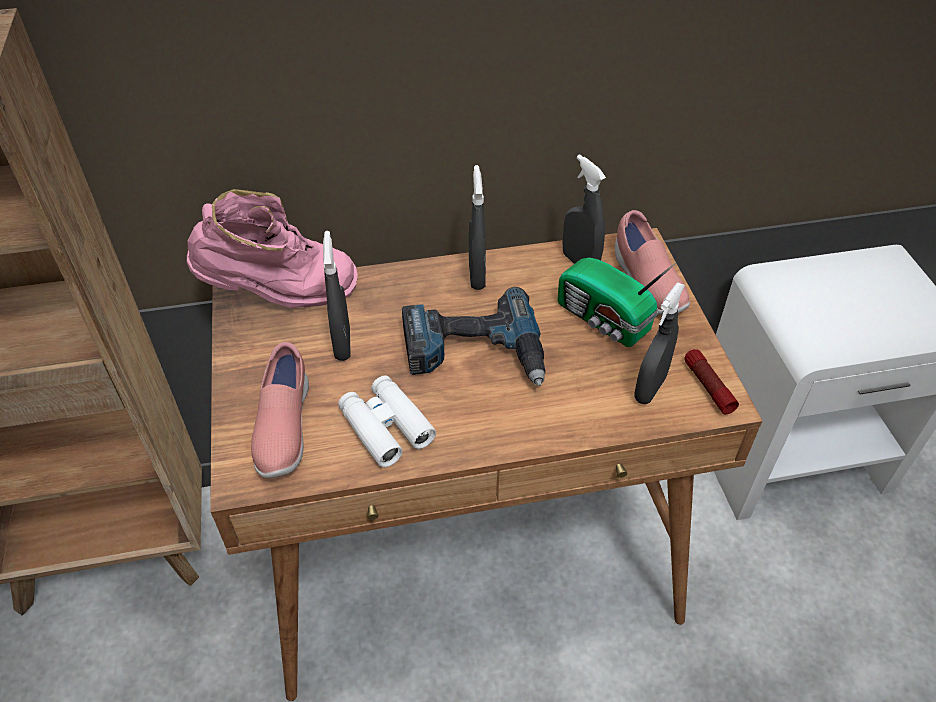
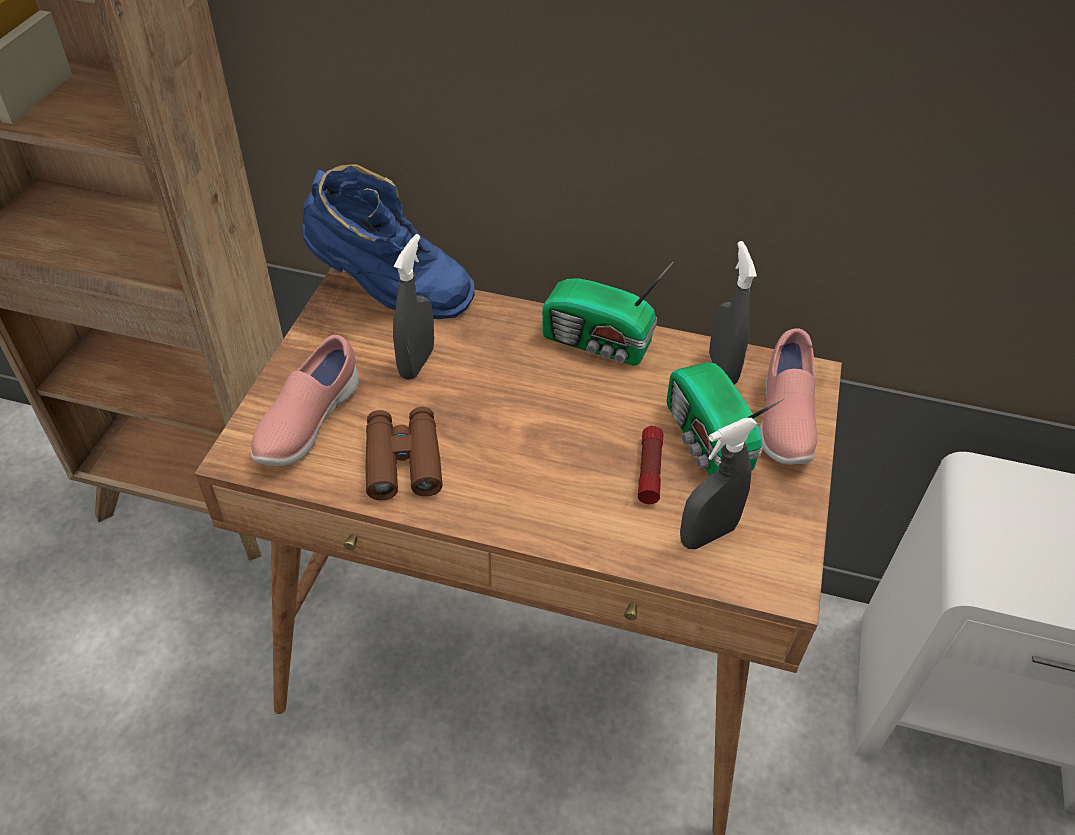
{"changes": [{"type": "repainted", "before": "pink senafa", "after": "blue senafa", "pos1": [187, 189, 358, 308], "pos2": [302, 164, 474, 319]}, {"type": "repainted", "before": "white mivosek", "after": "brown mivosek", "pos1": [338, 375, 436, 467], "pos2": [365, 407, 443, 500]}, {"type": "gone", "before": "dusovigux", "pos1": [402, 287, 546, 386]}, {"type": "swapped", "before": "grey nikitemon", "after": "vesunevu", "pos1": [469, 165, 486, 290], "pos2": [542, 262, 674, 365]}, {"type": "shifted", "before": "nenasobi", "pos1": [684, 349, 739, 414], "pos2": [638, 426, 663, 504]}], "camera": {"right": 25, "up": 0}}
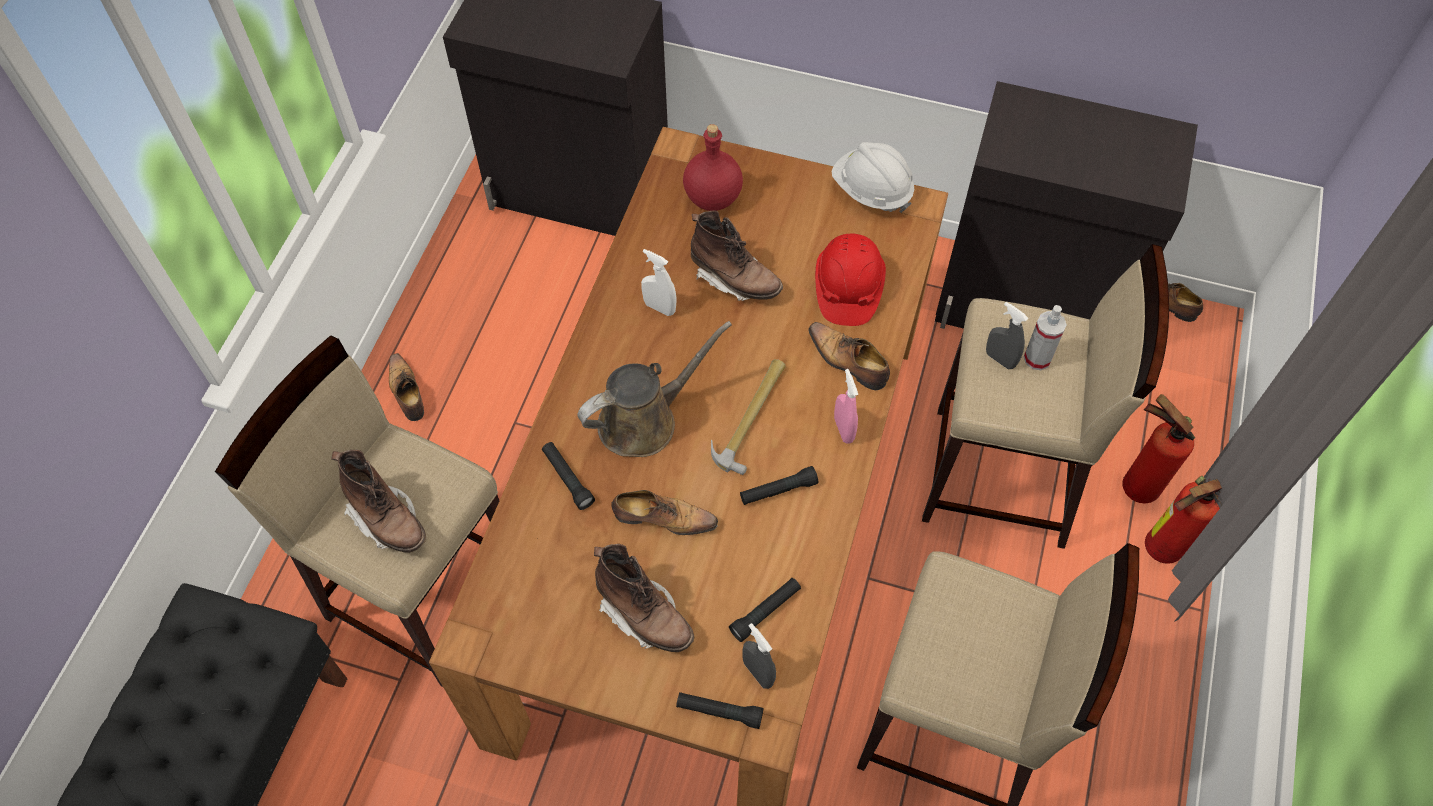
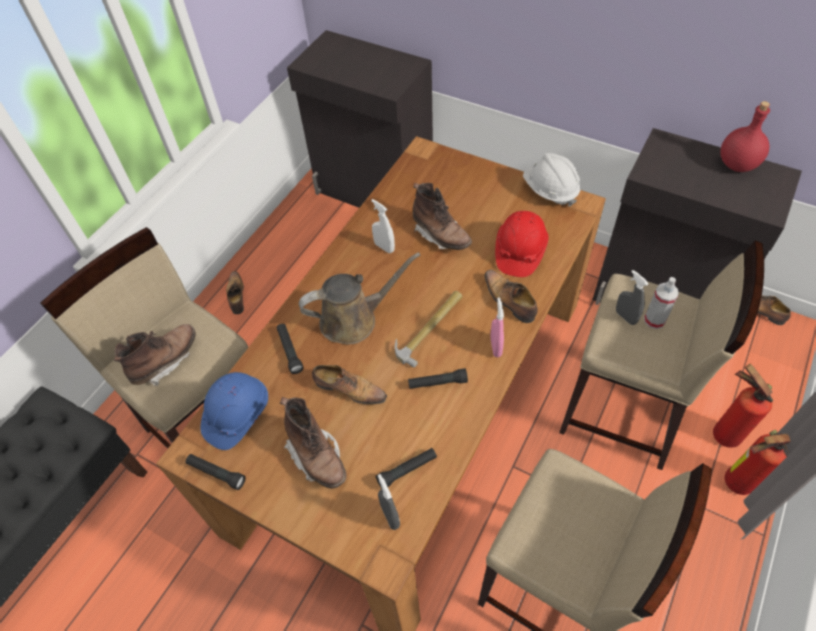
{"changes": [{"type": "rotated", "before": "brown senafa", "pos1": [331, 450, 426, 553], "pos2": [114, 324, 196, 387], "turn": -105}, {"type": "shifted", "before": "black nenasobi", "pos1": [676, 692, 764, 729], "pos2": [186, 454, 246, 490]}, {"type": "shifted", "before": "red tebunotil", "pos1": [683, 124, 743, 211], "pos2": [720, 101, 770, 172]}, {"type": "new", "after": "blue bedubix", "pos2": [201, 372, 268, 450]}], "camera": {"right": 15, "up": -5}}
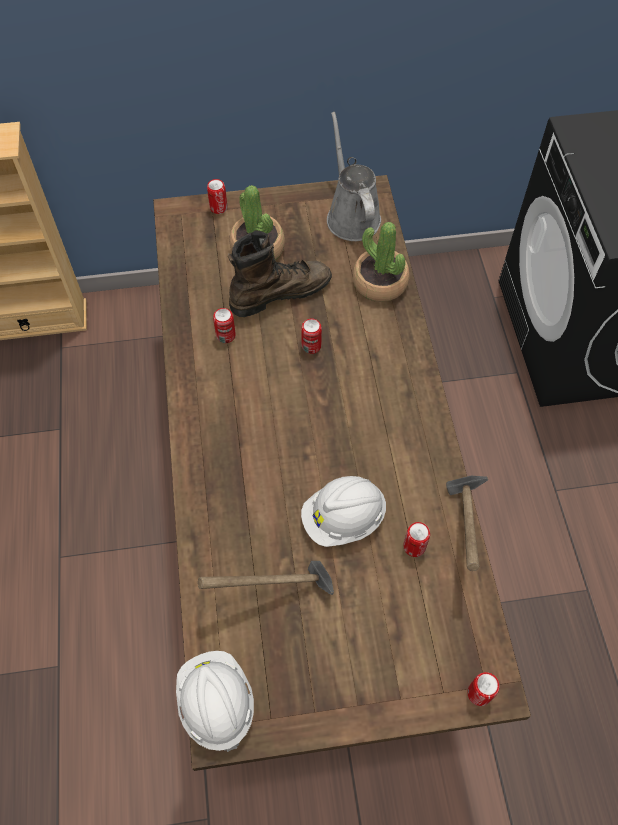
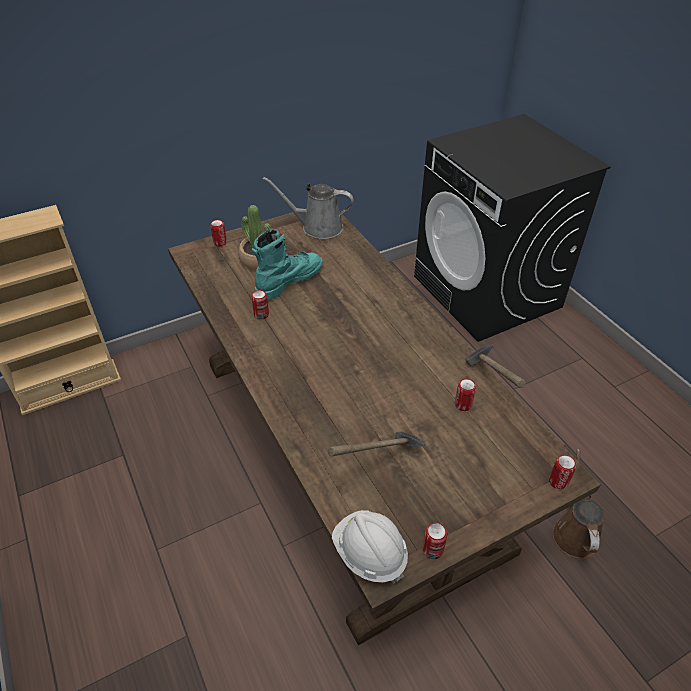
{"changes": [{"type": "repainted", "before": "brown senafa", "after": "turquoise senafa", "pos1": [228, 231, 332, 317], "pos2": [252, 229, 323, 300]}, {"type": "shifted", "before": "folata", "pos1": [301, 318, 322, 354], "pos2": [423, 523, 447, 559]}, {"type": "gone", "before": "white bedubix", "pos1": [301, 476, 386, 547]}, {"type": "rotated", "before": "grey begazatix", "pos1": [327, 112, 381, 241], "pos2": [263, 177, 354, 239], "turn": -45}, {"type": "gone", "before": "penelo", "pos1": [353, 222, 410, 302]}, {"type": "new", "after": "brown begazatix", "pos2": [552, 449, 605, 559]}], "camera": {"right": -20, "up": -15}}
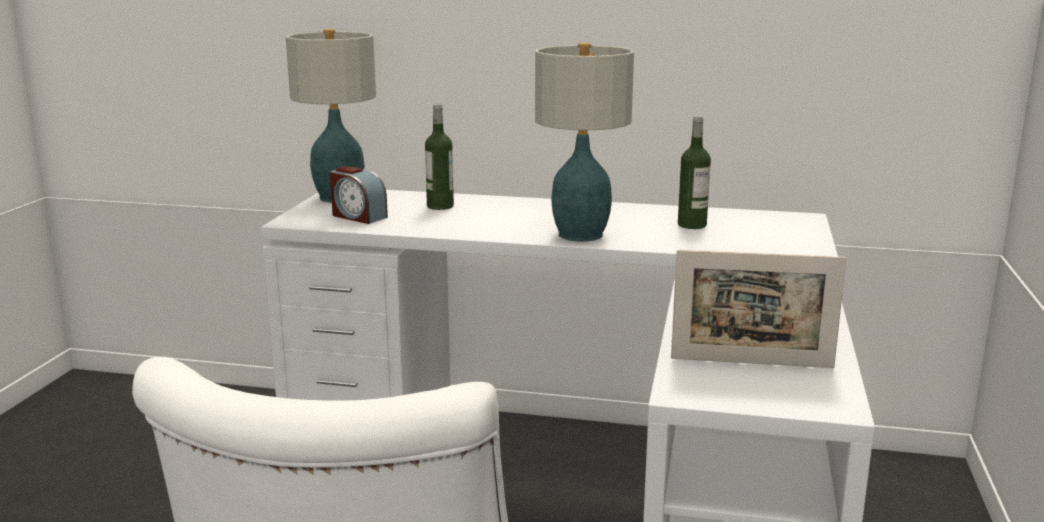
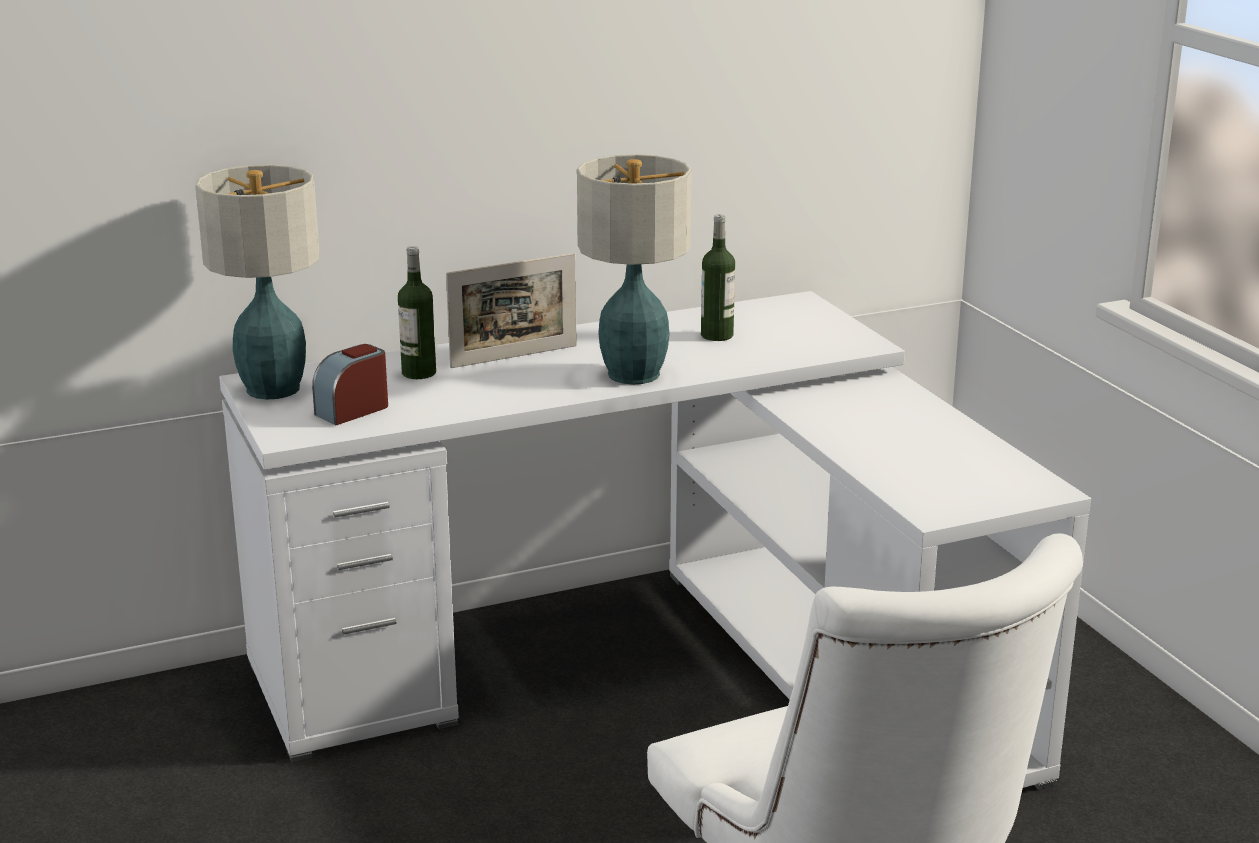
{"changes": [{"type": "rotated", "before": "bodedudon", "pos1": [330, 166, 388, 224], "pos2": [312, 344, 388, 425], "turn": 135}, {"type": "shifted", "before": "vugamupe", "pos1": [671, 250, 846, 368], "pos2": [446, 253, 577, 368]}], "camera": {"right": -35, "up": 5}}
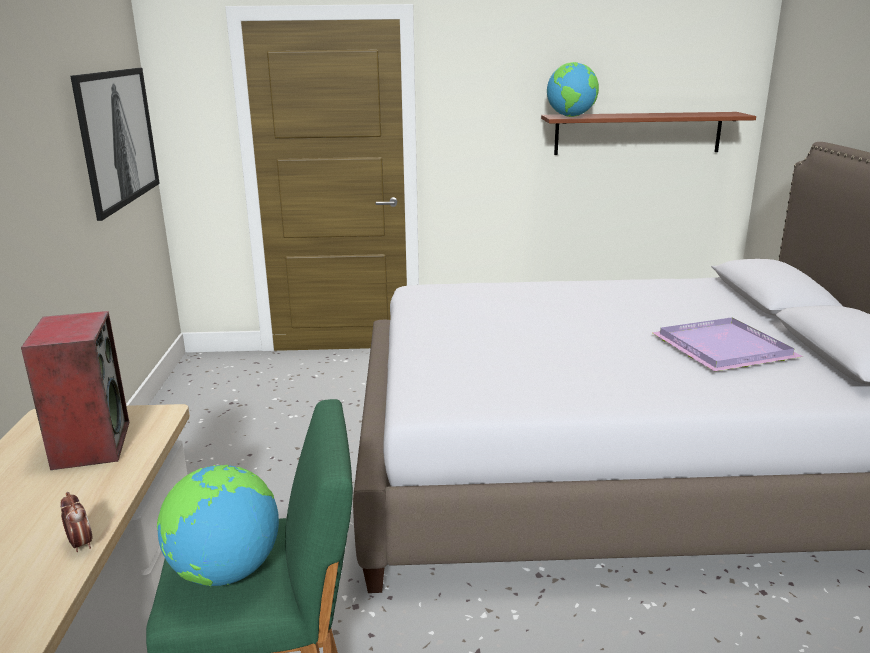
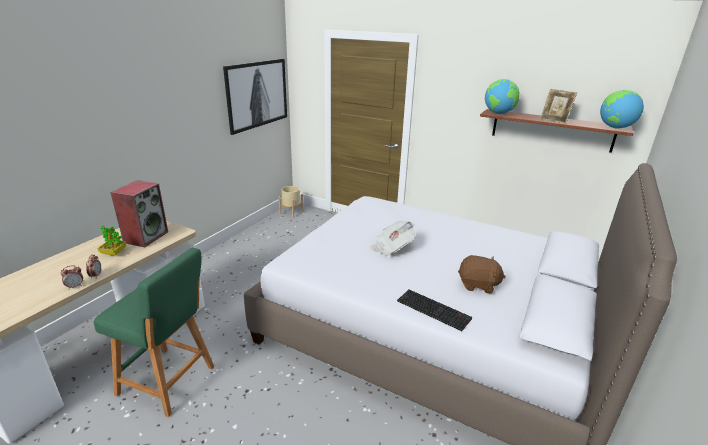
{"changes": [{"type": "shifted", "before": "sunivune", "pos1": [157, 465, 279, 586], "pos2": [600, 90, 644, 129]}, {"type": "swapped", "before": "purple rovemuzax", "after": "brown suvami", "pos1": [651, 317, 803, 372], "pos2": [458, 255, 506, 294]}, {"type": "new", "after": "bodedudon", "pos2": [60, 265, 83, 289]}, {"type": "new", "after": "penelo", "pos2": [97, 226, 126, 256]}, {"type": "new", "after": "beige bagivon", "pos2": [278, 186, 303, 218]}, {"type": "new", "after": "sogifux", "pos2": [371, 221, 416, 256]}, {"type": "new", "after": "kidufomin", "pos2": [397, 290, 472, 331]}, {"type": "new", "after": "vugamupe", "pos2": [540, 89, 577, 123]}], "camera": {"right": 30, "up": 5}}
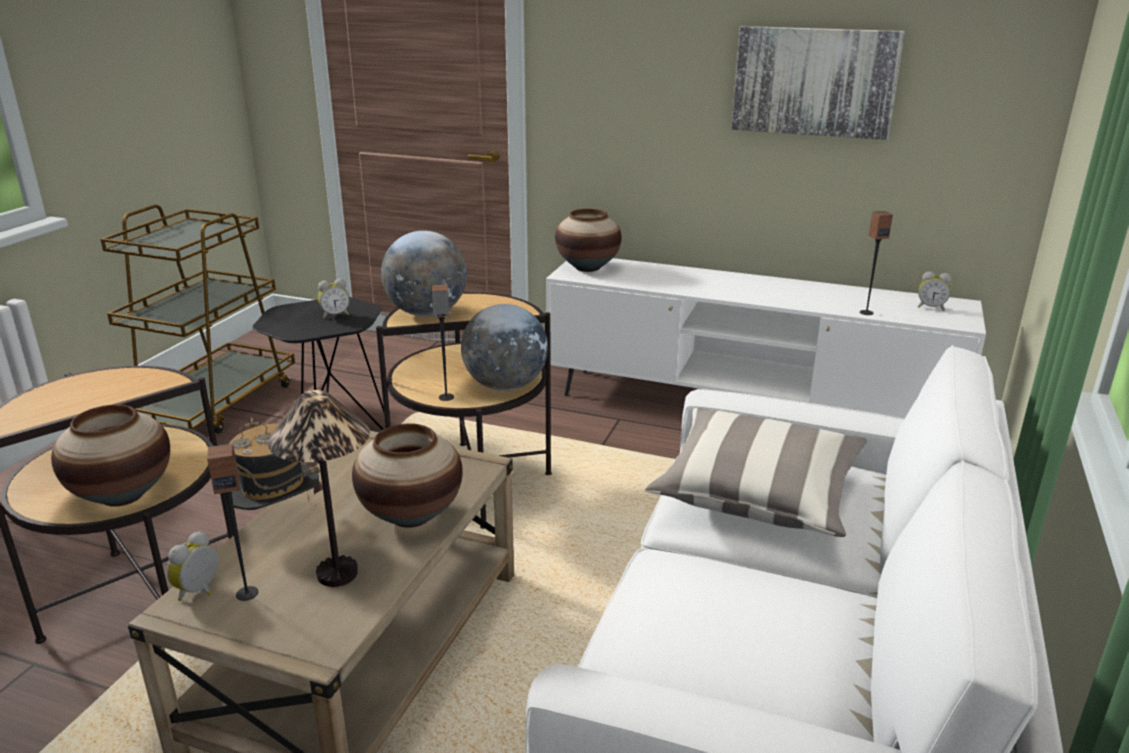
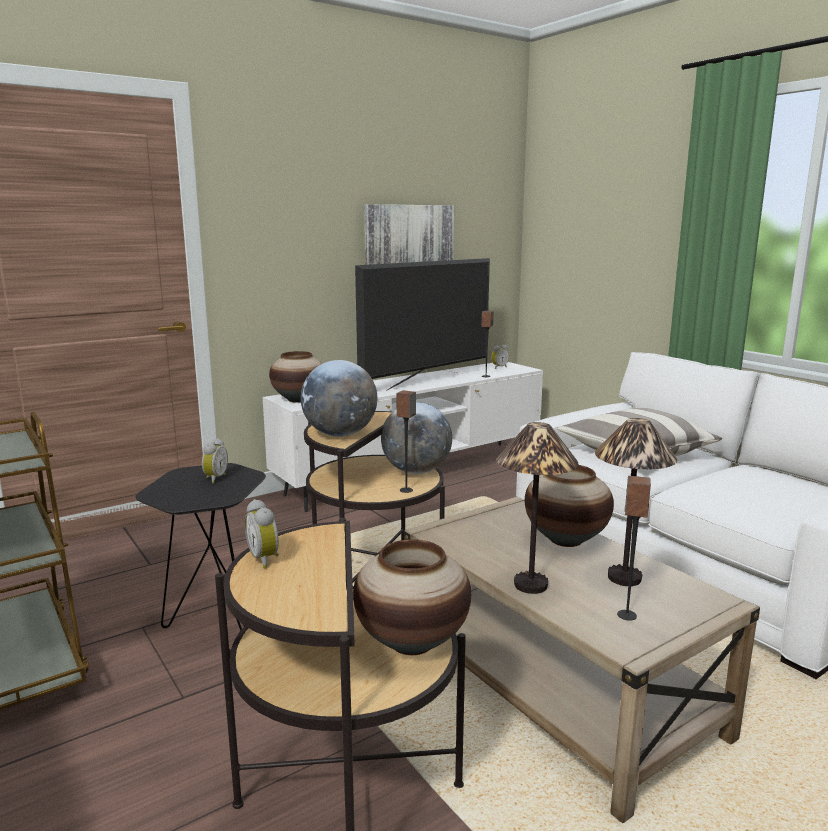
{"changes": [{"type": "shifted", "before": "bodedudon", "pos1": [167, 531, 218, 601], "pos2": [245, 499, 279, 568]}, {"type": "swapped", "before": "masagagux", "after": "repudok", "pos1": [229, 417, 322, 510], "pos2": [497, 422, 578, 594]}, {"type": "new", "after": "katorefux", "pos2": [355, 258, 490, 391]}], "camera": {"right": -55, "up": -10}}
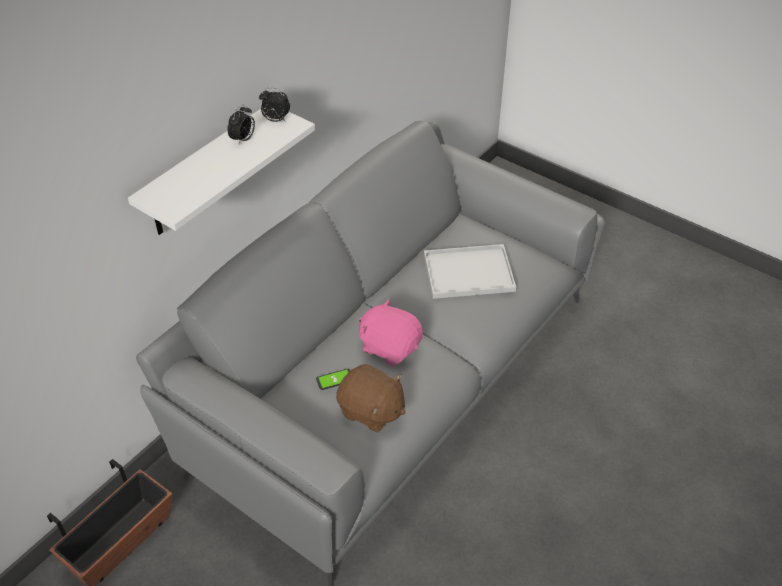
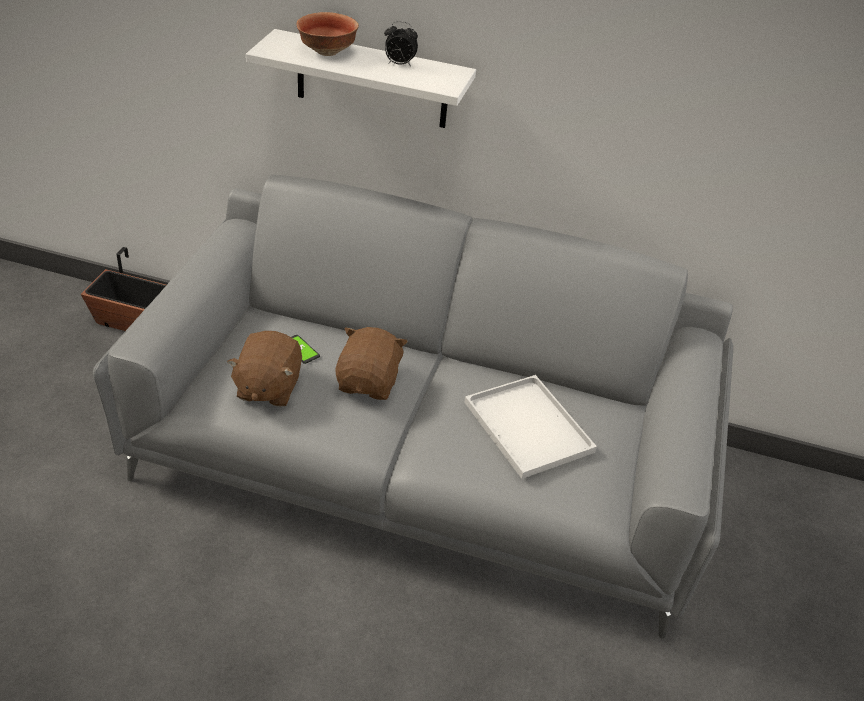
{"changes": [{"type": "gone", "before": "bodedudon", "pos1": [259, 88, 290, 122]}, {"type": "repainted", "before": "pink suvami", "after": "brown suvami", "pos1": [359, 299, 423, 366], "pos2": [336, 327, 408, 400]}, {"type": "new", "after": "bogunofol", "pos2": [296, 12, 359, 56]}], "camera": {"right": 65, "up": -5}}
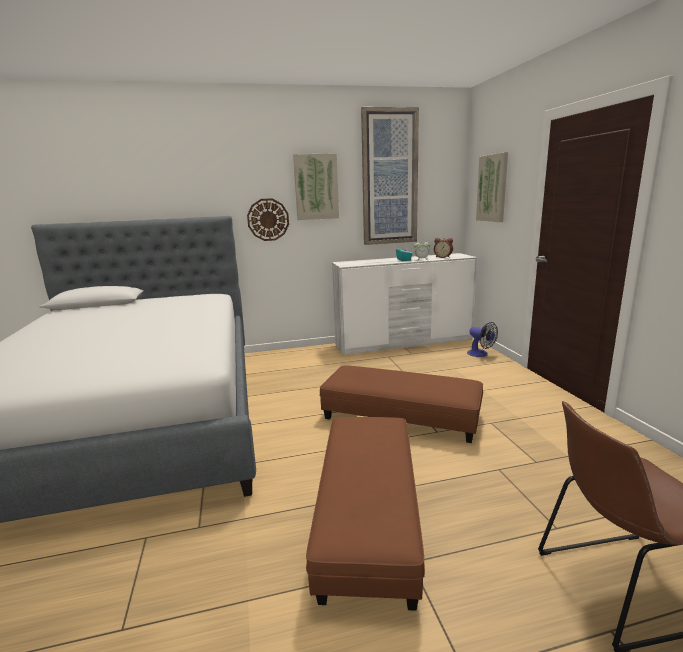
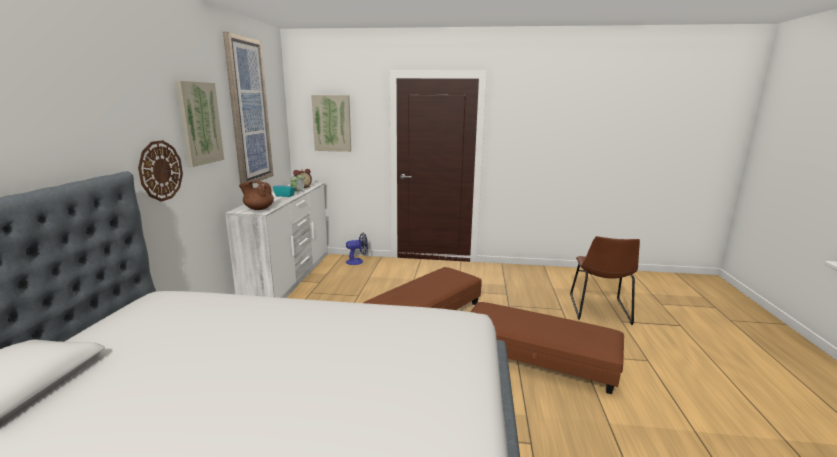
{"changes": [{"type": "new", "after": "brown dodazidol", "pos2": [239, 181, 274, 210]}], "camera": {"right": -70, "up": 0}}
